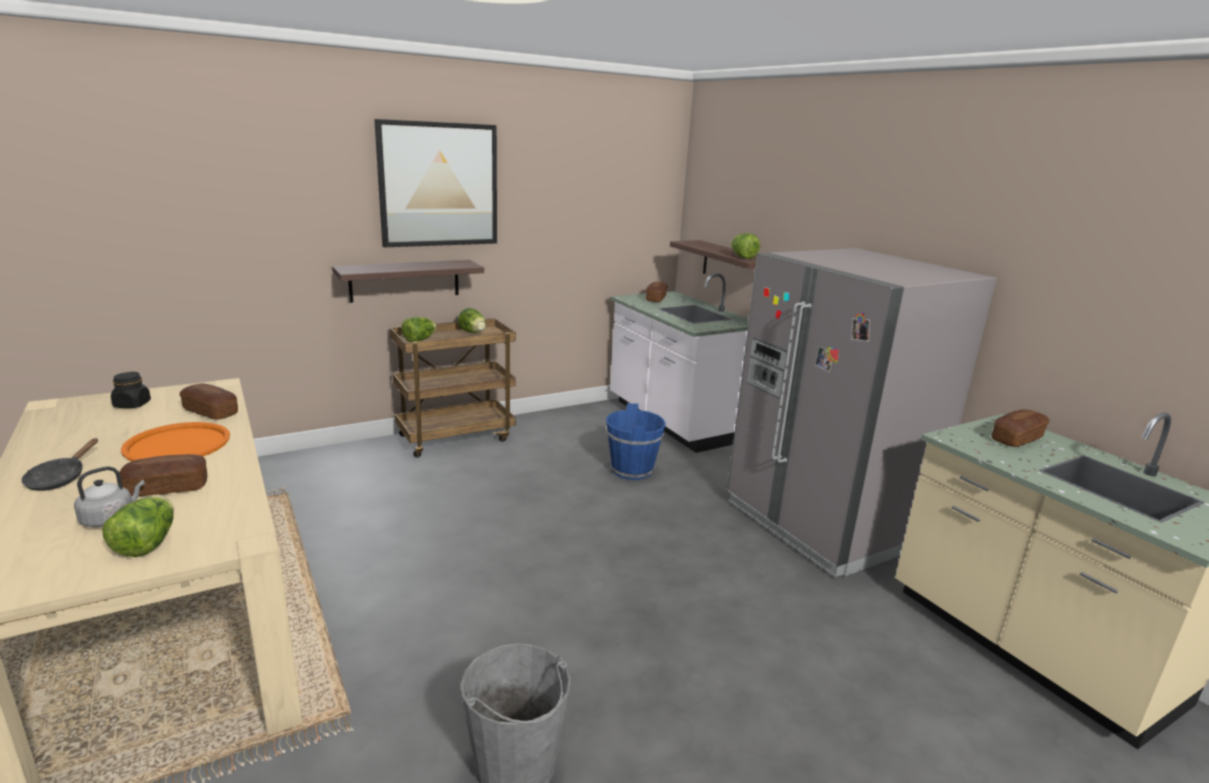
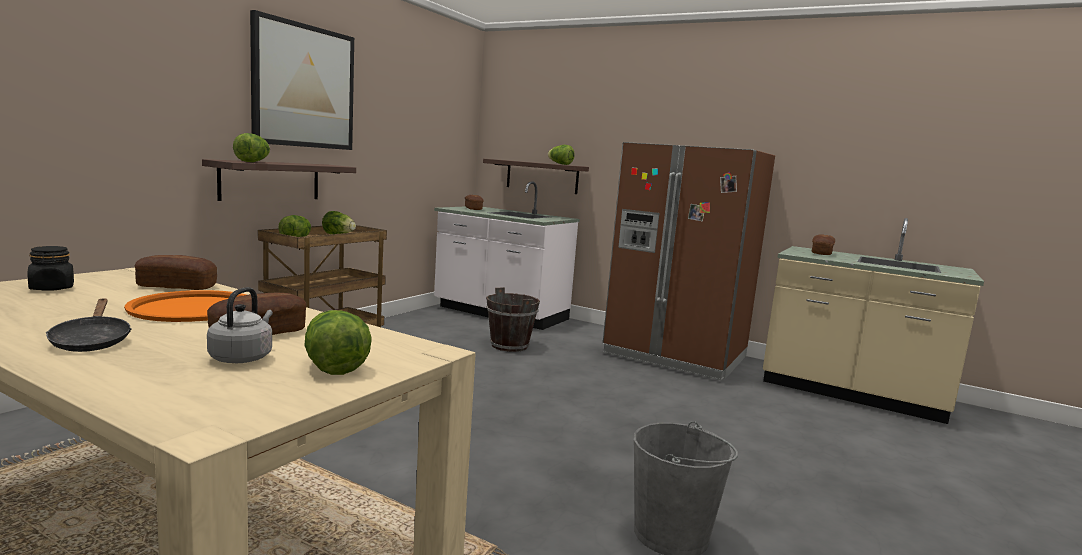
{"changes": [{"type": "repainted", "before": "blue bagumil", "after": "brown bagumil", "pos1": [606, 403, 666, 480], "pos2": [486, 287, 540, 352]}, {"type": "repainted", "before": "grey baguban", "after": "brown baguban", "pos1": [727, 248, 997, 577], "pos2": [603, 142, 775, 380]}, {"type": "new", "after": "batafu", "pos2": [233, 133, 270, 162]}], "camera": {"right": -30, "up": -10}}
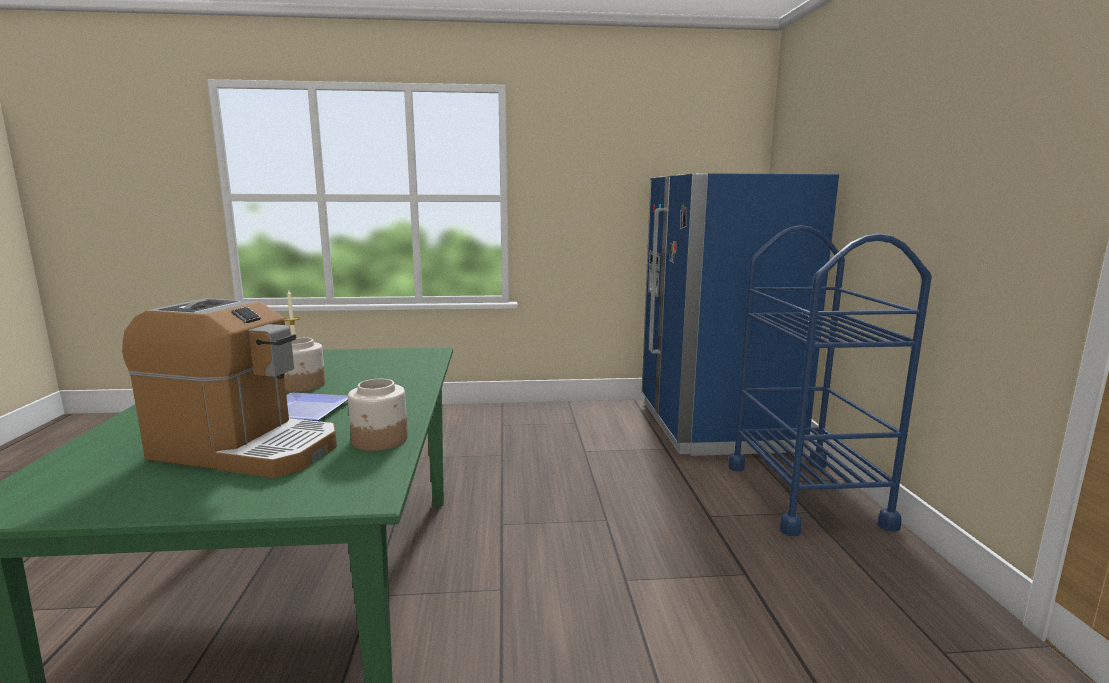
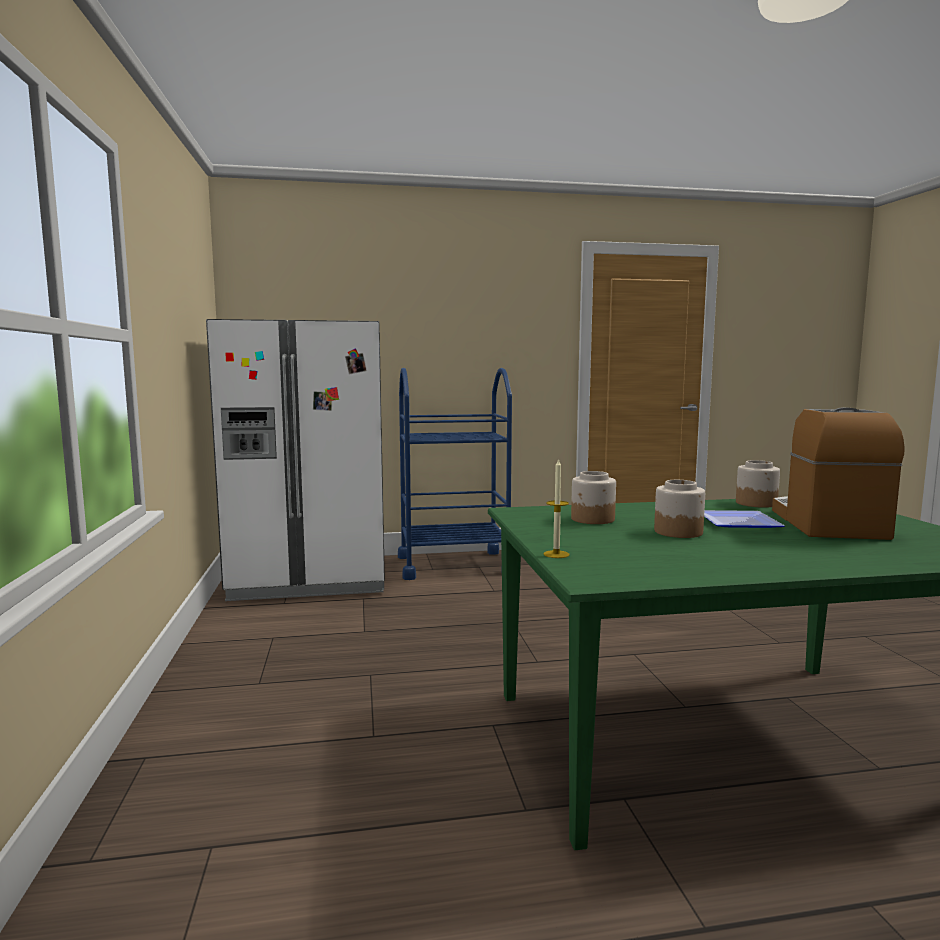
{"changes": [{"type": "repainted", "before": "blue baguban", "after": "white baguban", "pos1": [642, 173, 839, 456], "pos2": [206, 319, 385, 601]}, {"type": "new", "after": "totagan", "pos2": [571, 471, 616, 524]}], "camera": {"right": -95, "up": -5}}
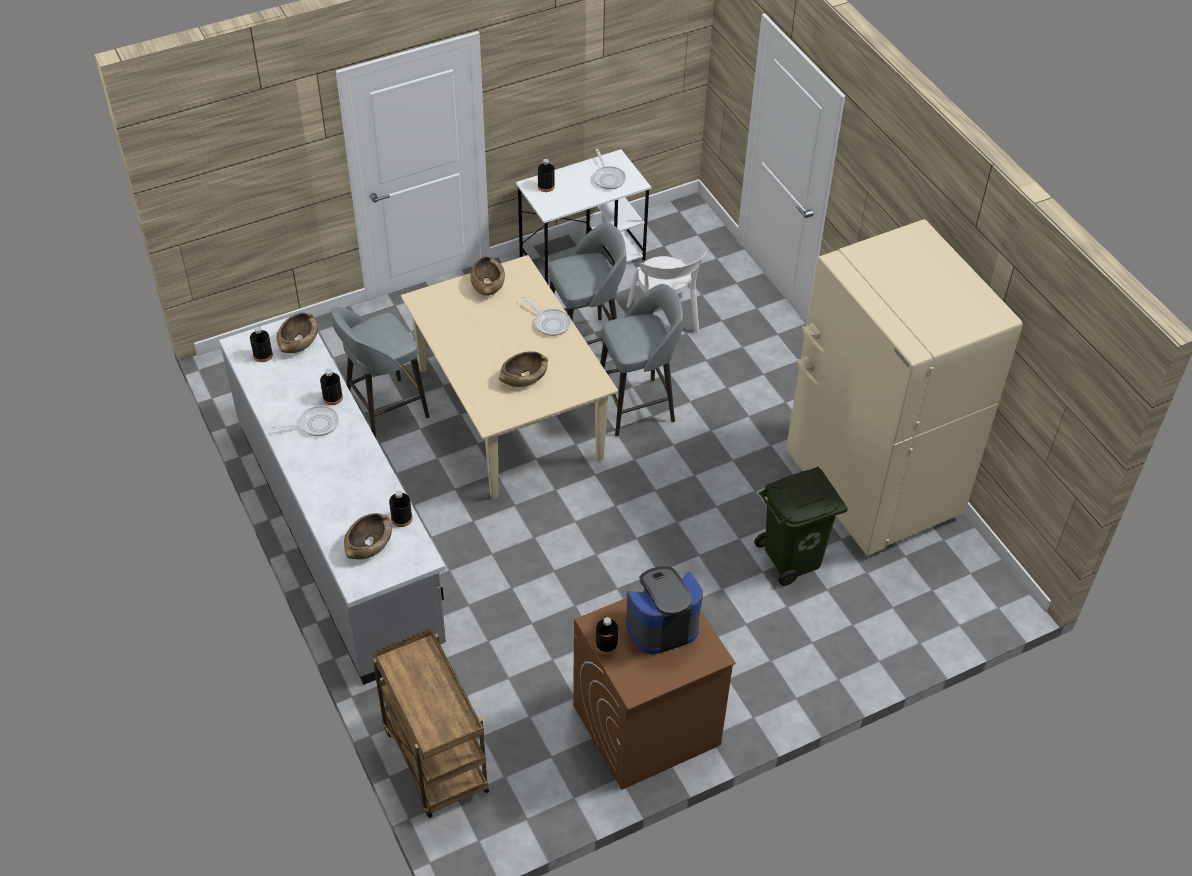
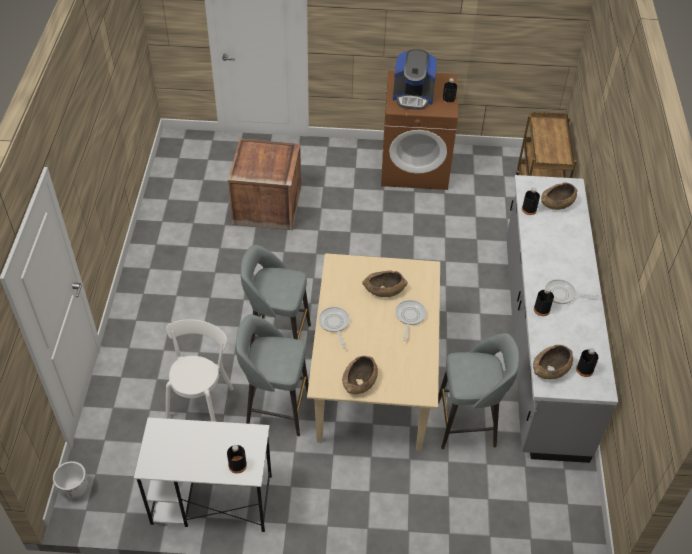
{"changes": [{"type": "shifted", "before": "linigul", "pos1": [593, 149, 626, 189], "pos2": [395, 300, 426, 341]}, {"type": "swapped", "before": "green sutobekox", "after": "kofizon", "pos1": [754, 467, 848, 586], "pos2": [228, 138, 301, 230]}, {"type": "gone", "before": "beige baguban", "pos1": [786, 219, 1023, 556]}, {"type": "new", "after": "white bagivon", "pos2": [53, 461, 88, 499]}], "camera": {"right": -150, "up": 0}}
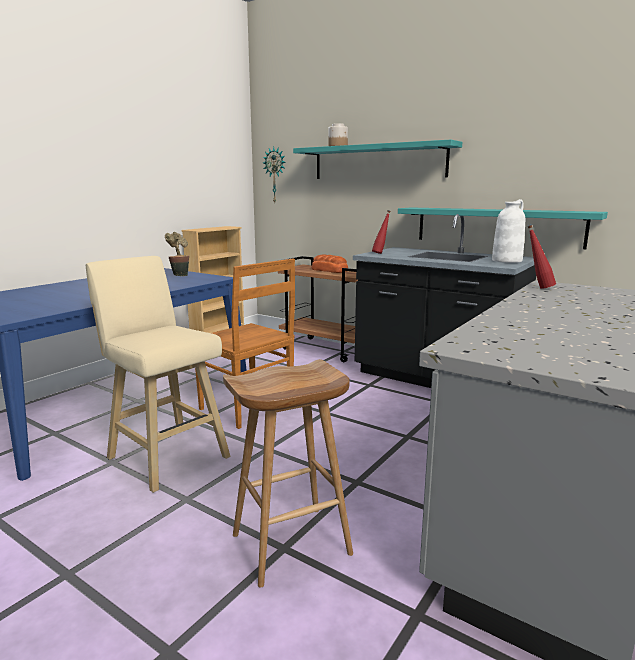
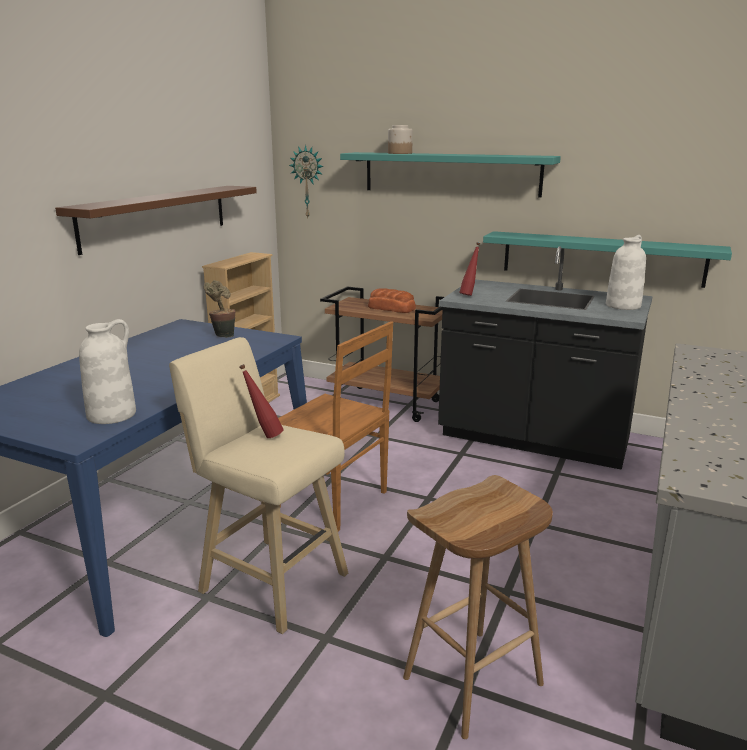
{"changes": [{"type": "shifted", "before": "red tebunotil", "pos1": [527, 225, 556, 289], "pos2": [239, 364, 283, 438]}, {"type": "new", "after": "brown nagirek", "pos2": [55, 186, 257, 255]}, {"type": "new", "after": "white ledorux", "pos2": [79, 319, 136, 424]}], "camera": {"right": -10, "up": 5}}
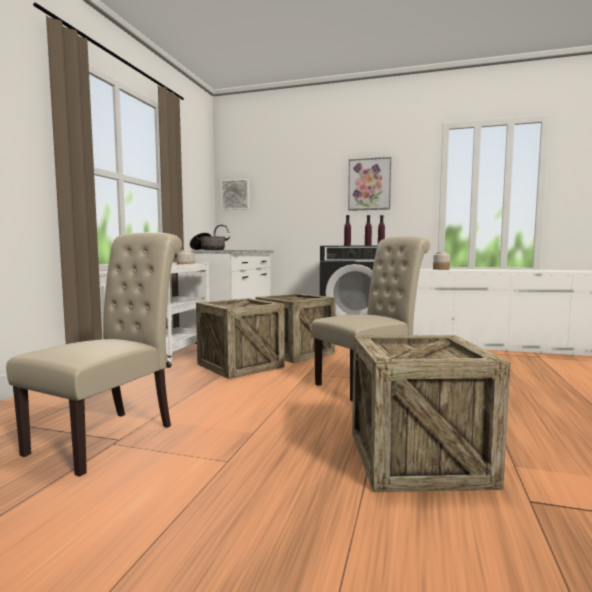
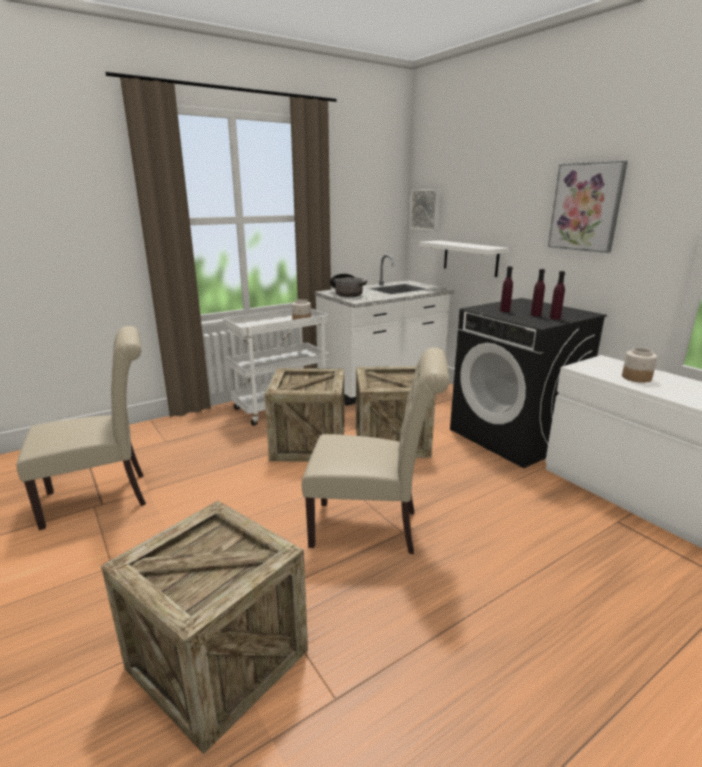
{"changes": [{"type": "new", "after": "white nagirek", "pos2": [419, 240, 509, 277]}], "camera": {"right": 40, "up": 15}}
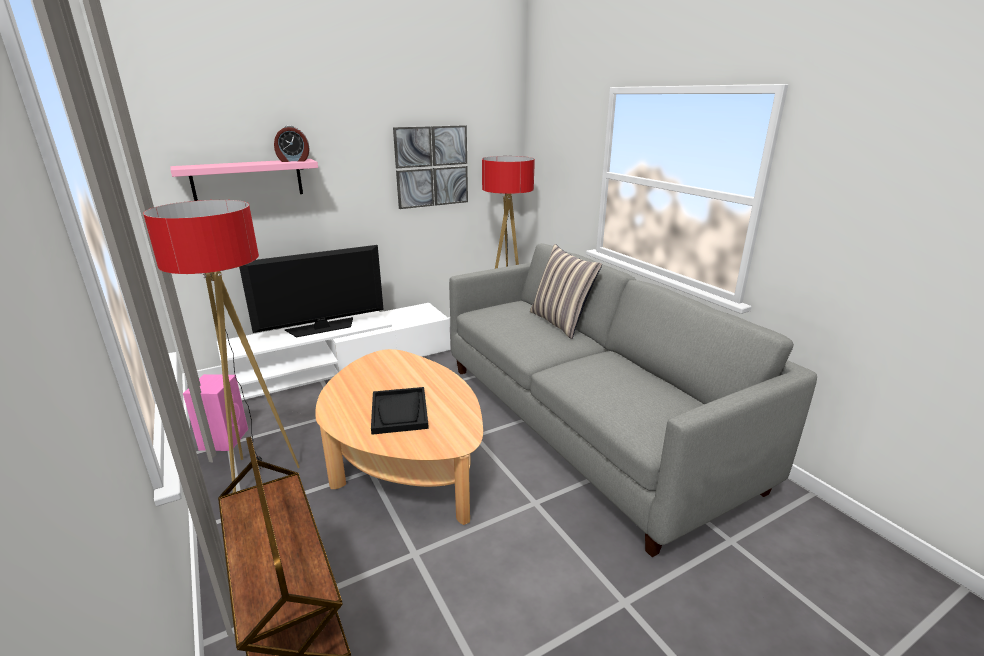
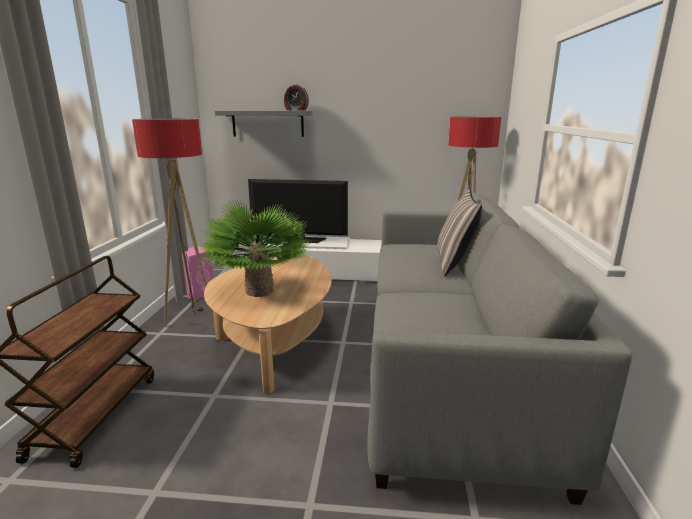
{"changes": [{"type": "repainted", "before": "pink nagirek", "after": "grey nagirek", "pos1": [170, 159, 318, 201], "pos2": [215, 111, 313, 137]}, {"type": "swapped", "before": "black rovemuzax", "after": "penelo", "pos1": [371, 387, 429, 435], "pos2": [199, 199, 312, 297]}, {"type": "gone", "before": "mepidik", "pos1": [393, 125, 468, 209]}], "camera": {"right": 35, "up": -5}}
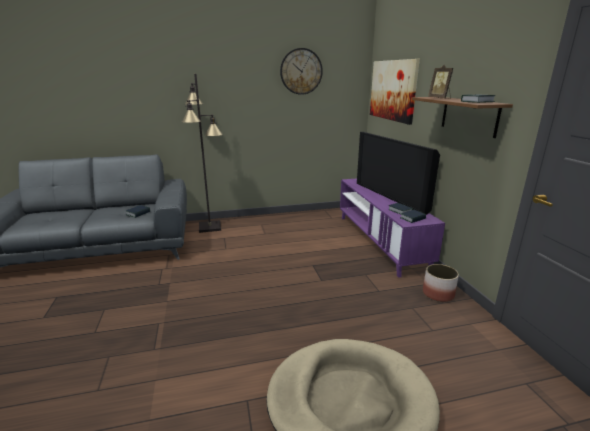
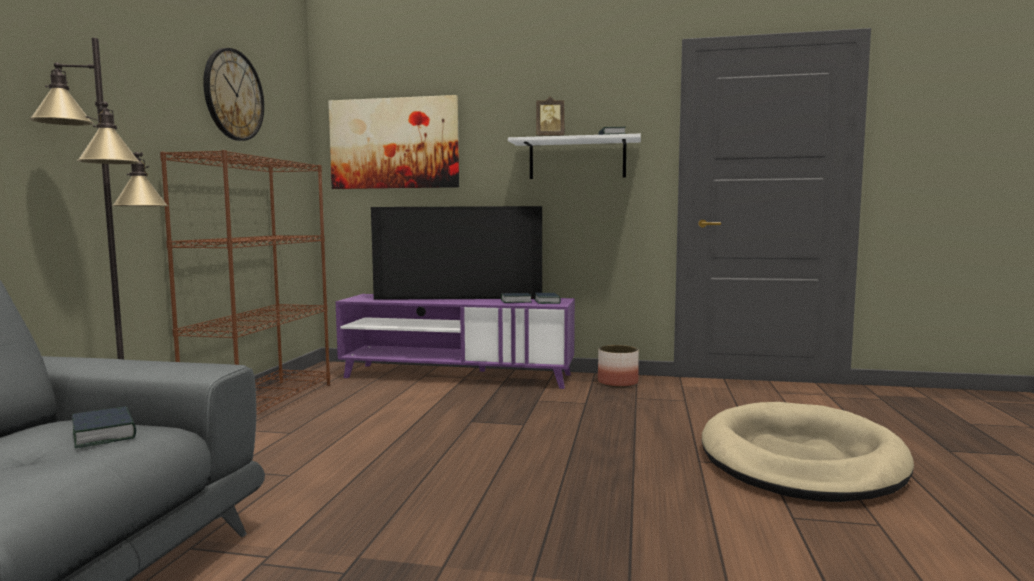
{"changes": [{"type": "repainted", "before": "brown nagirek", "after": "white nagirek", "pos1": [412, 97, 513, 138], "pos2": [508, 134, 641, 179]}, {"type": "new", "after": "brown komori", "pos2": [160, 150, 330, 415]}], "camera": {"right": -65, "up": -15}}
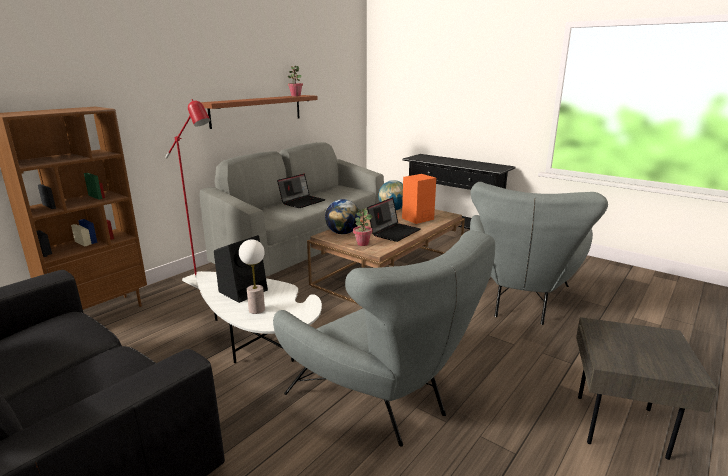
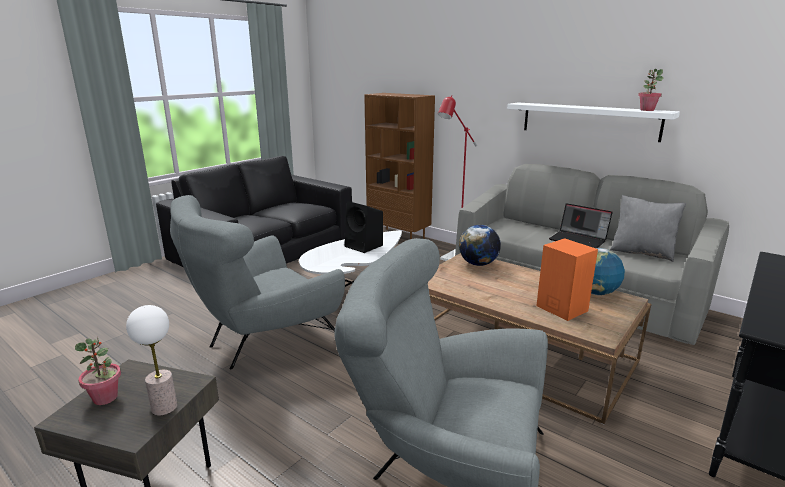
{"changes": [{"type": "repainted", "before": "brown nagirek", "after": "white nagirek", "pos1": [201, 95, 318, 129], "pos2": [507, 102, 680, 142]}, {"type": "shifted", "before": "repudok", "pos1": [239, 239, 265, 314], "pos2": [126, 305, 177, 416]}, {"type": "shifted", "before": "penelo", "pos1": [353, 208, 373, 246], "pos2": [75, 337, 121, 405]}, {"type": "gone", "before": "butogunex", "pos1": [367, 197, 420, 242]}, {"type": "new", "after": "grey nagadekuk", "pos2": [610, 195, 686, 262]}], "camera": {"right": 90, "up": 0}}
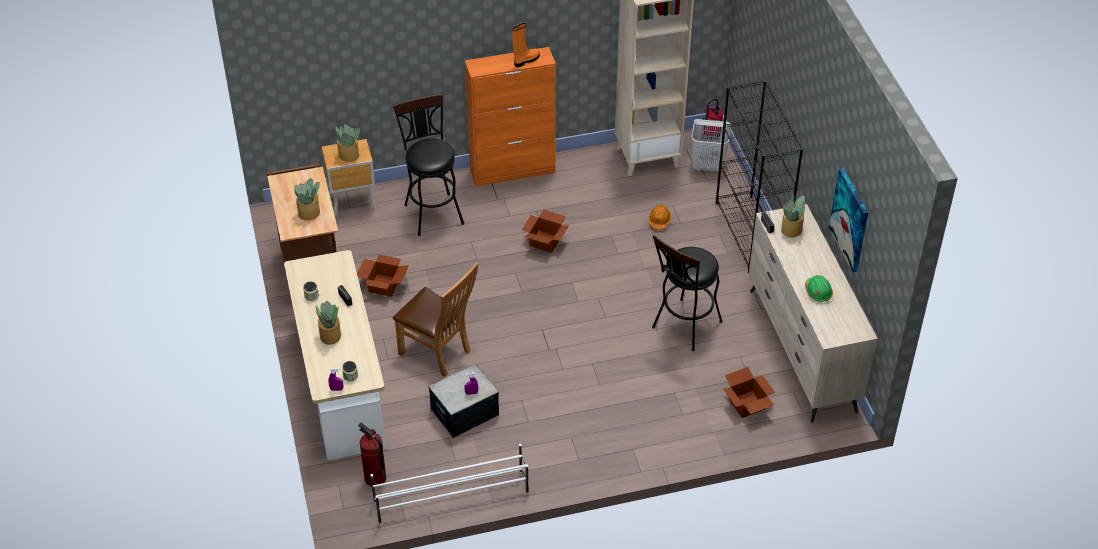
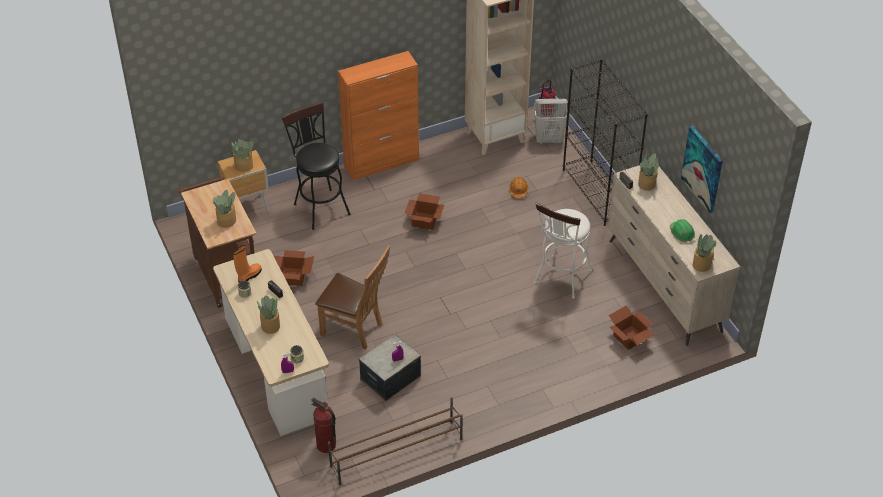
{"changes": [{"type": "repainted", "before": "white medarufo", "after": "brown medarufo", "pos1": [370, 444, 529, 525], "pos2": [328, 397, 463, 485]}, {"type": "shifted", "before": "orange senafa", "pos1": [512, 23, 540, 67], "pos2": [233, 245, 262, 282]}, {"type": "repainted", "before": "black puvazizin", "after": "white puvazizin", "pos1": [652, 235, 723, 351], "pos2": [534, 203, 592, 299]}, {"type": "new", "after": "penelo", "pos2": [693, 234, 717, 272]}], "camera": {"right": -10, "up": 0}}
